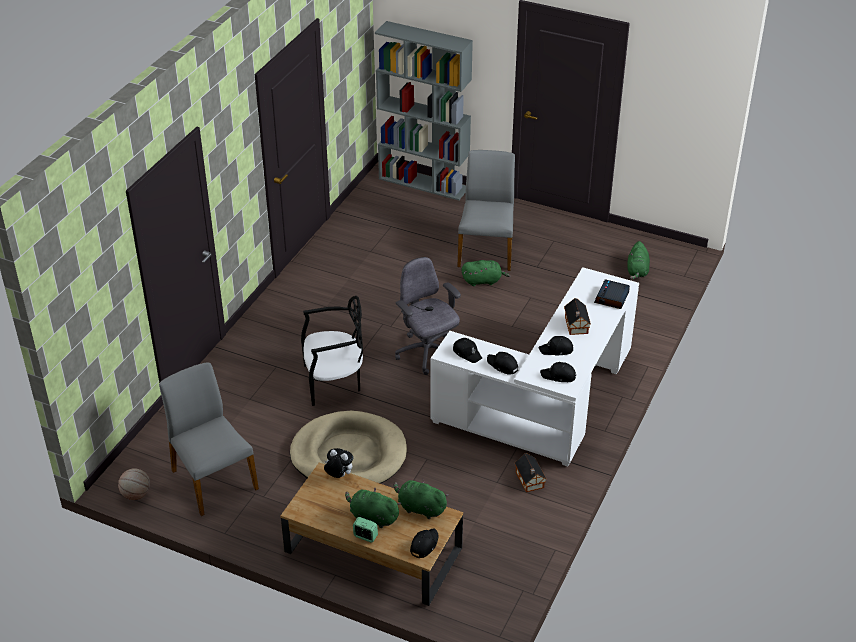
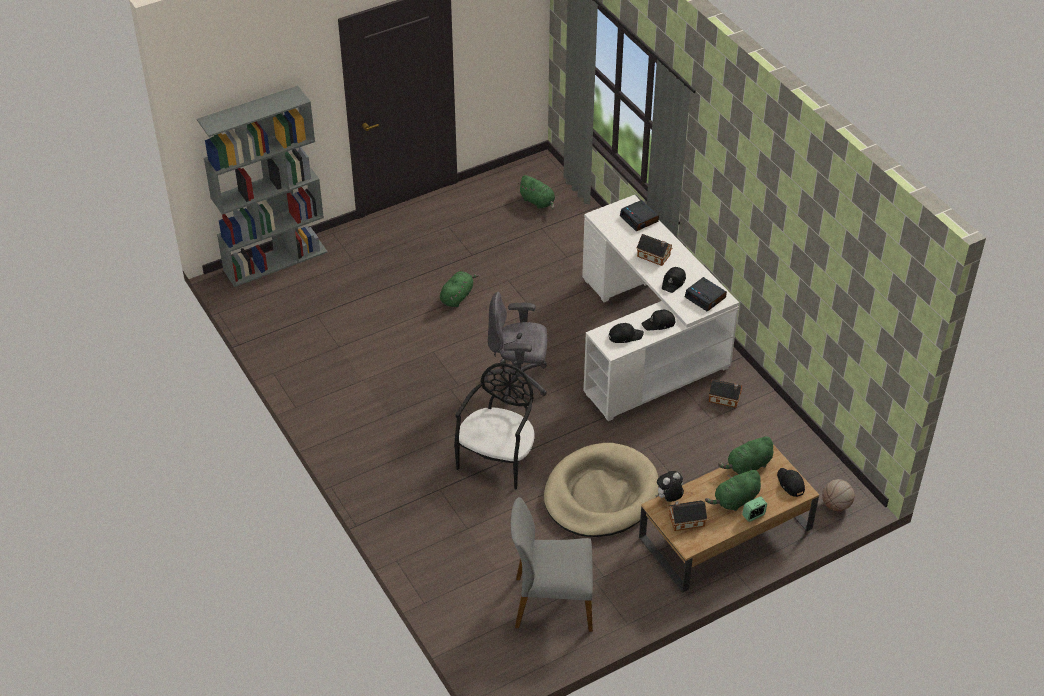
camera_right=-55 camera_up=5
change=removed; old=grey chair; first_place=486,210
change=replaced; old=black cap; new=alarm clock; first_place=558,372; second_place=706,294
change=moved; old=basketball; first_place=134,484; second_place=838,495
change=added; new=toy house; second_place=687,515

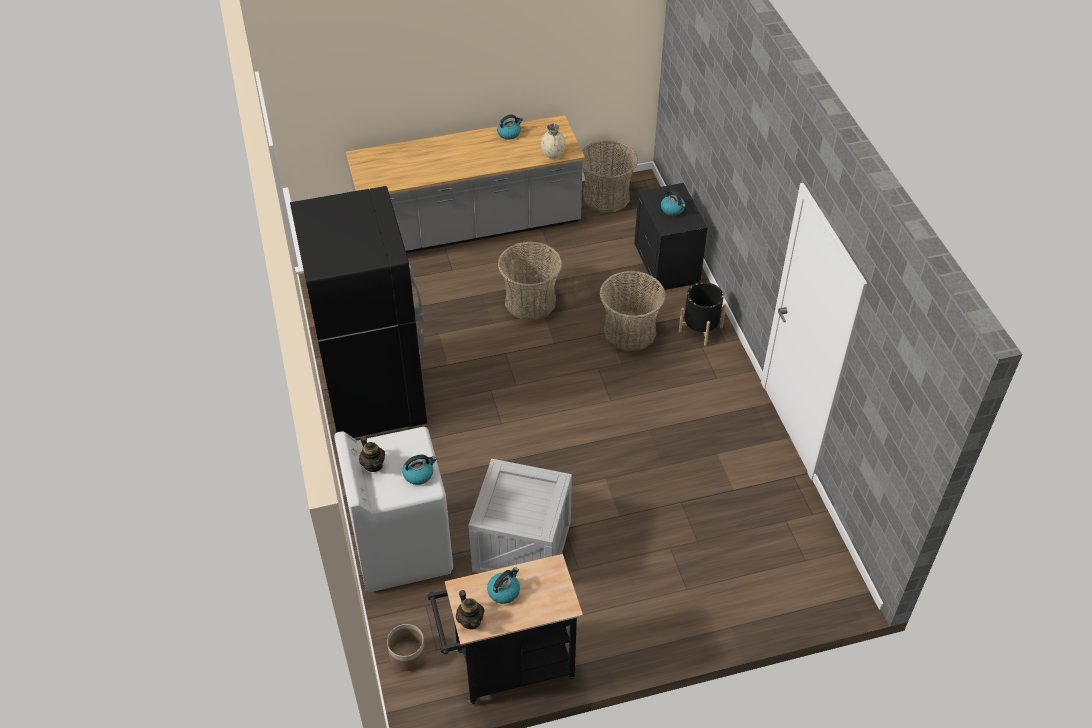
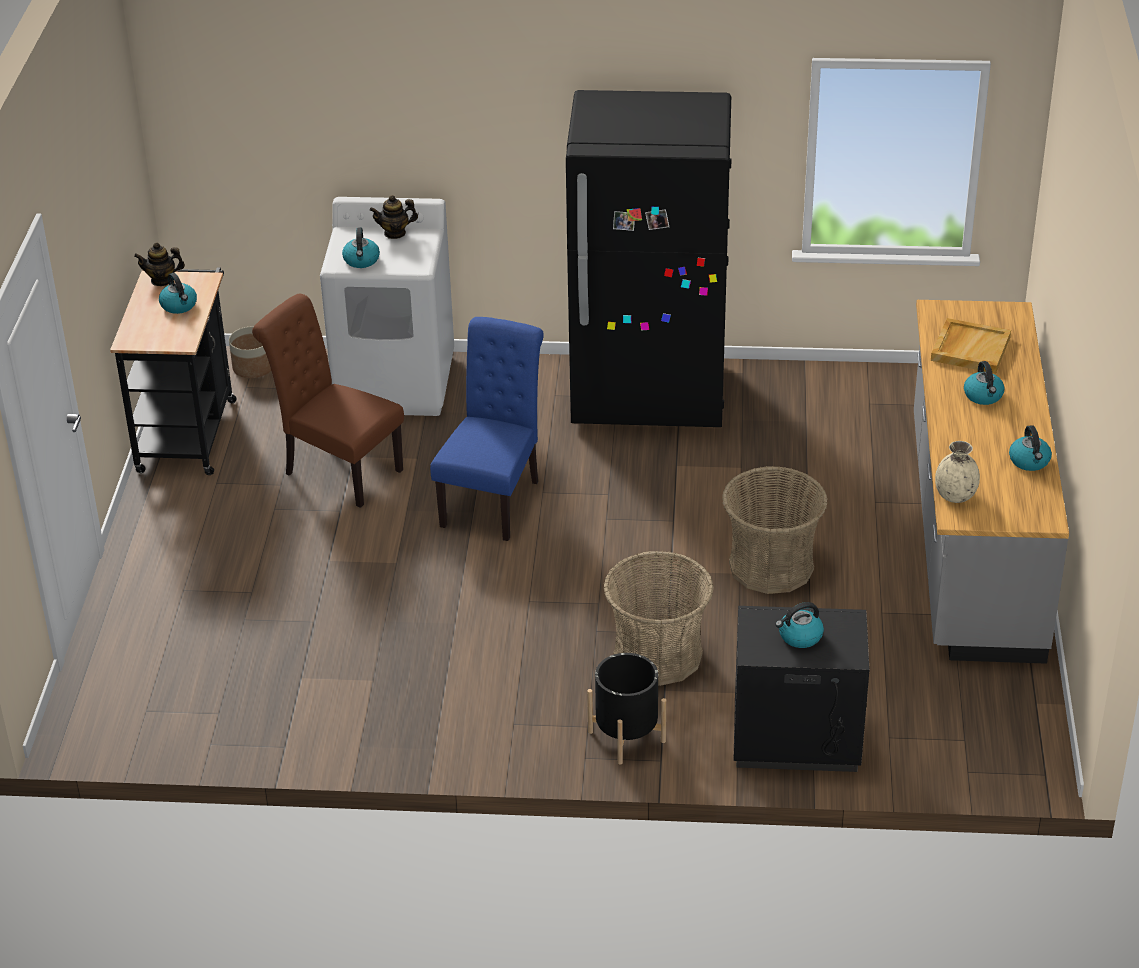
camera_right=110 camera_up=-10
change=removed; old=basket; first_place=610,176
change=replaced; old=crate; new=brown chair; first_place=520,516; second_place=328,401
change=added; new=blue chair; second_place=487,429
change=added; new=beige tray; second_place=971,345
change=added; new=kettle; second_place=984,383

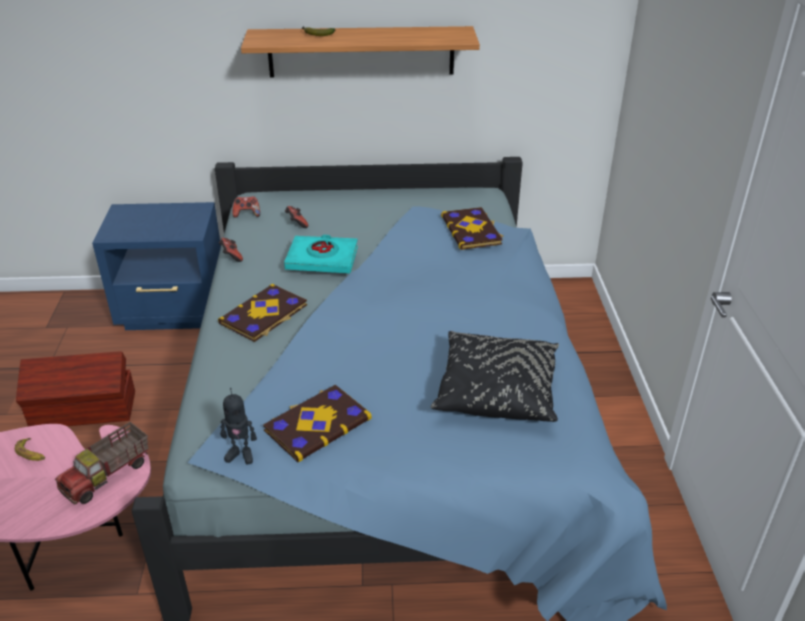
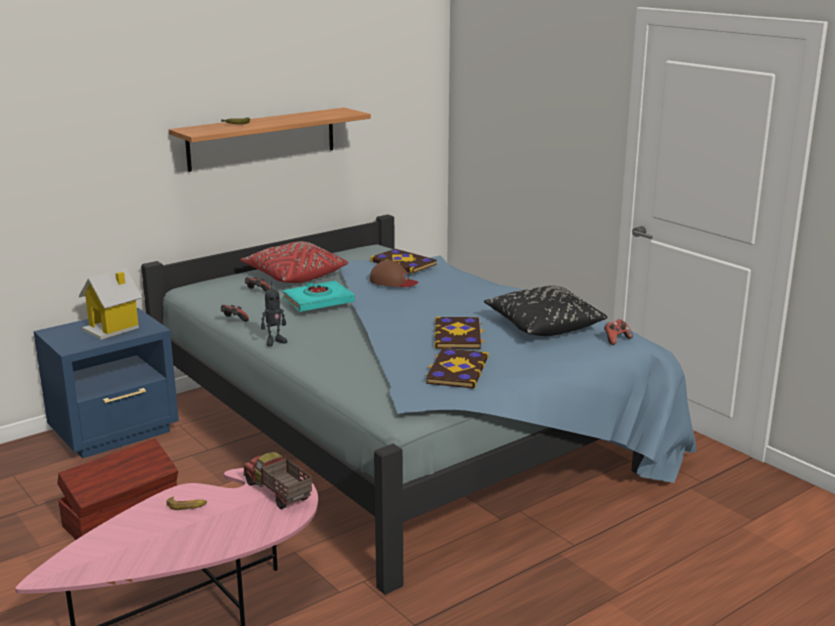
camera_right=-35 camera_up=-15
change=moved; old=game controller; first_place=246,207; second_place=618,332
change=moved; old=book; first_place=262,313; second_place=460,332
change=moved; old=toy robot; first_place=238,426; second_place=274,313
change=turned; old=toy truck; first_place=101,463; second_place=278,480; degrees=135
change=added; new=red pillow; second_place=294,262
change=added; new=brown cap; second_place=394,273
change=added; new=toy house; second_place=110,304

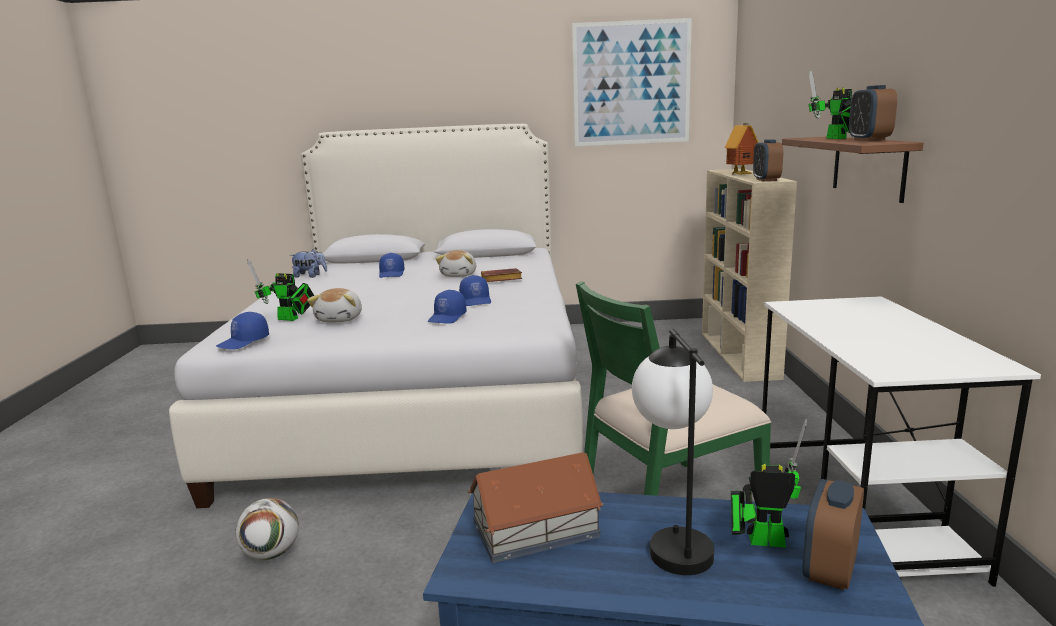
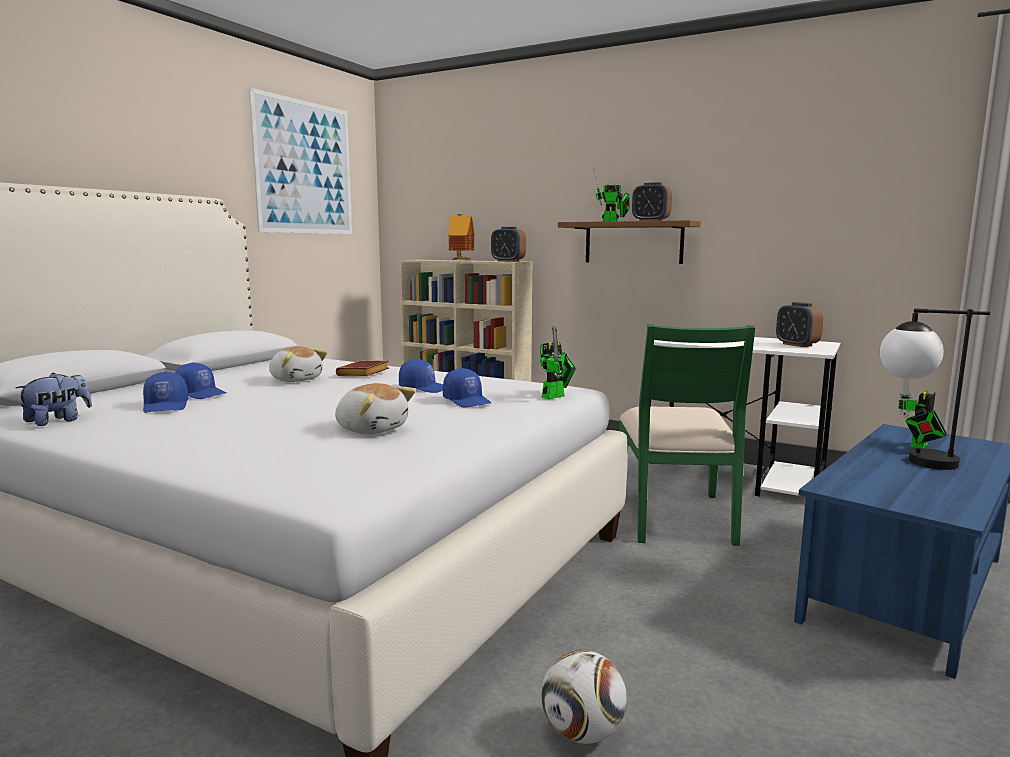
camera_right=-60 camera_up=-5
change=moved; old=toy robot; first_place=280,290; second_place=558,362
change=moved; old=blue cap; first_place=242,331; second_place=165,392
change=removed; old=toy house; first_place=535,507
change=moved; old=alarm clock; first_place=833,534; second_place=800,324

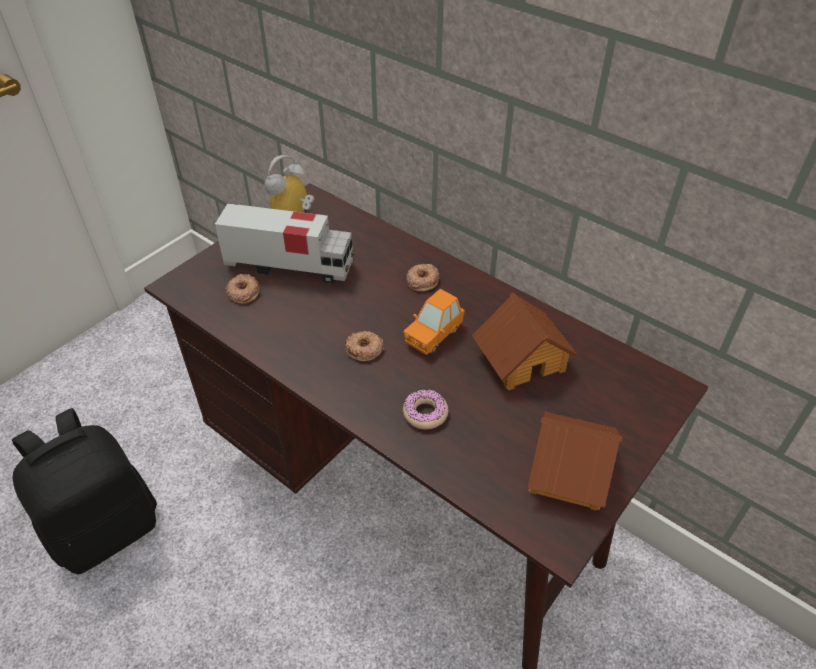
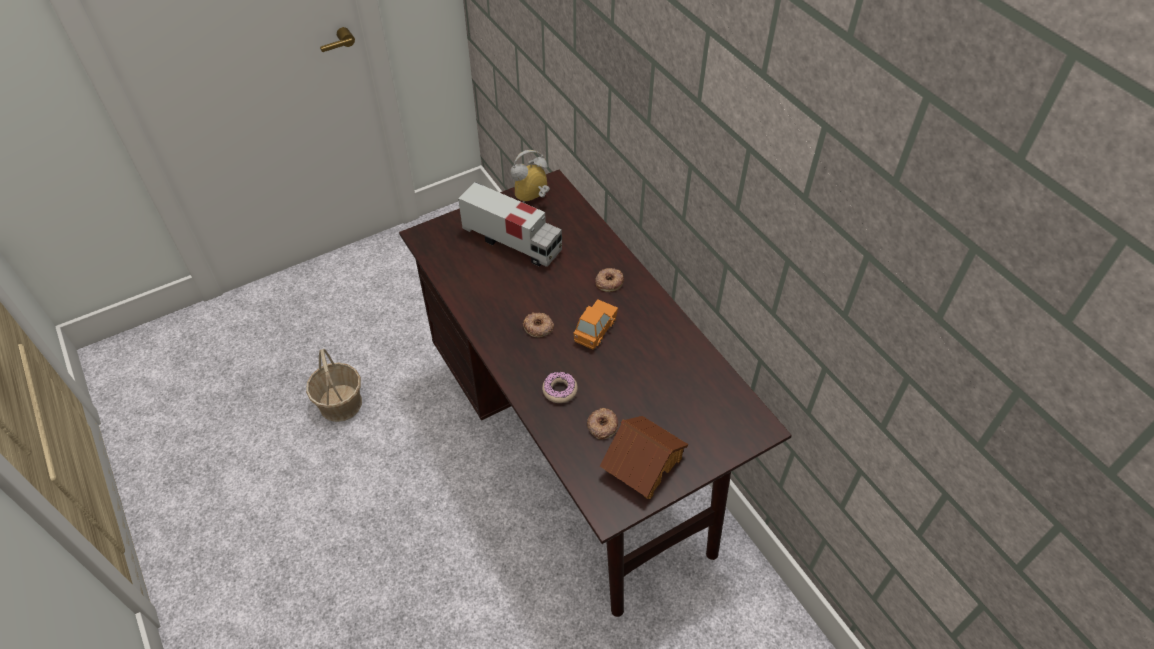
camera_right=20 camera_up=5
change=moved; old=donut; first_place=242,289; second_place=602,423
change=turned; old=orange toy car; first_place=434,322; second_place=595,324; degrees=150
change=removed; old=toy house; first_place=525,341
change=replaced; old=black backpack; new=basket; first_place=84,491; second_place=334,385

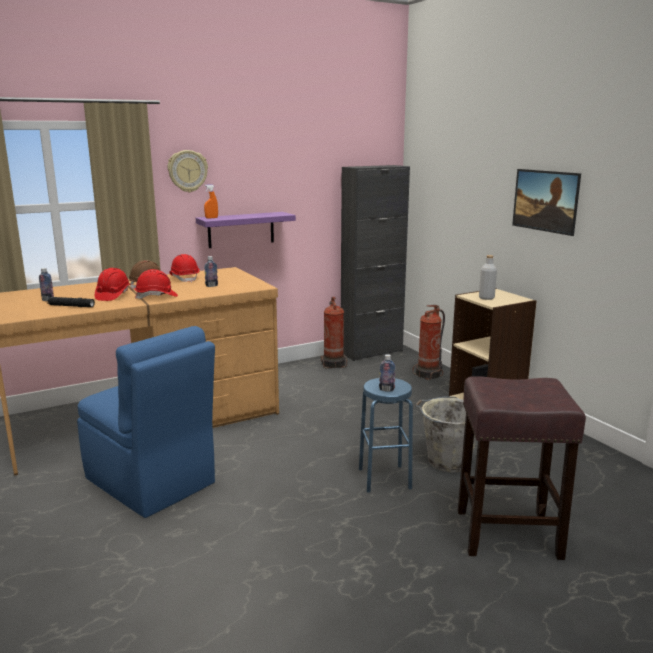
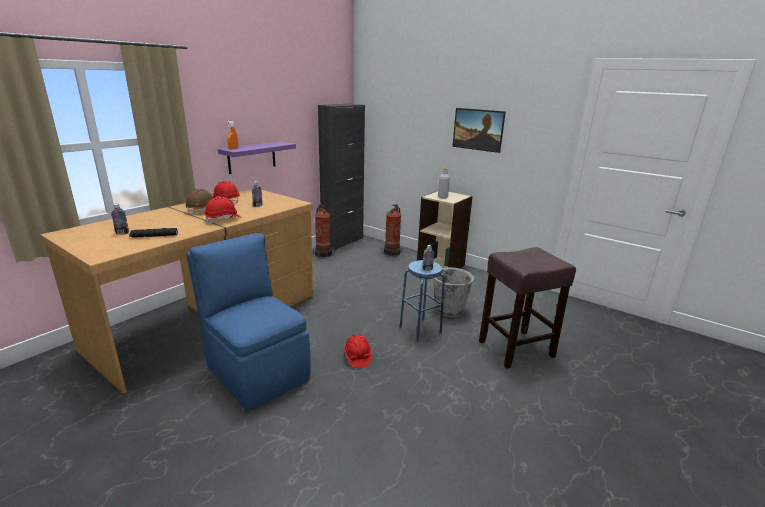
camera_right=-25 camera_up=5
change=removed; old=wall clock; first_place=188,171
change=moved; old=red hard hat; first_place=113,284; second_place=357,351
change=turned; old=blue chair; first_place=146,422; second_place=248,321; degrees=-150

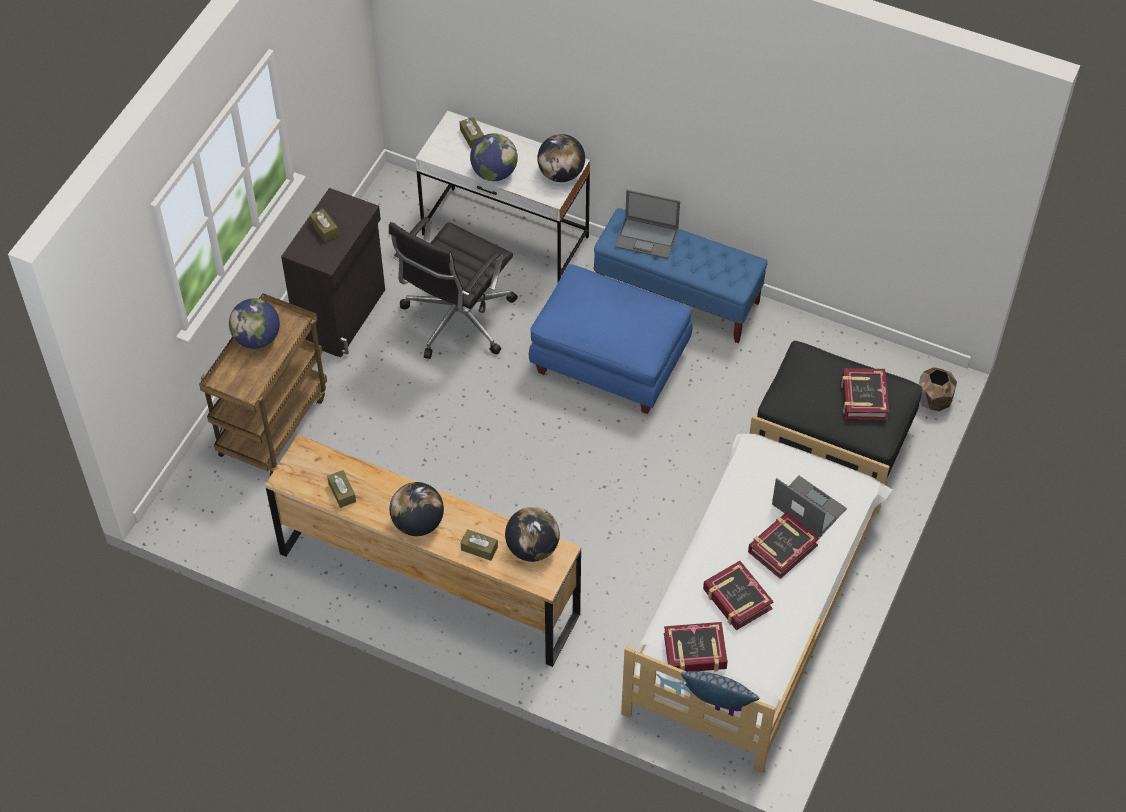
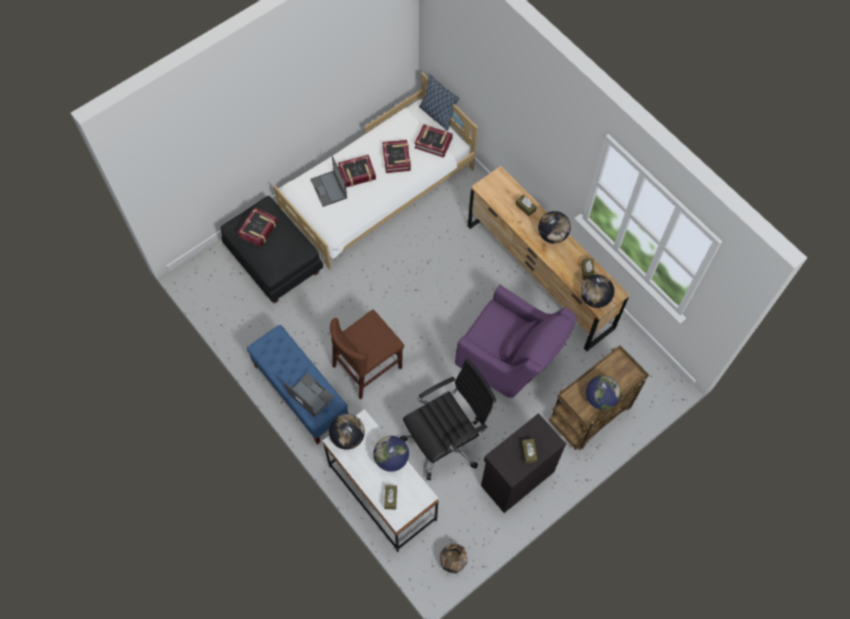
camera_right=-155 camera_up=10
change=replaced; old=blue ottoman; new=brown chair; first_place=611,339; second_place=367,355
change=moved; old=brown planter; first_place=938,389; second_place=454,558
change=moved; old=globe; first_place=532,534; second_place=597,291
change=added; new=purple armchair; second_place=516,341

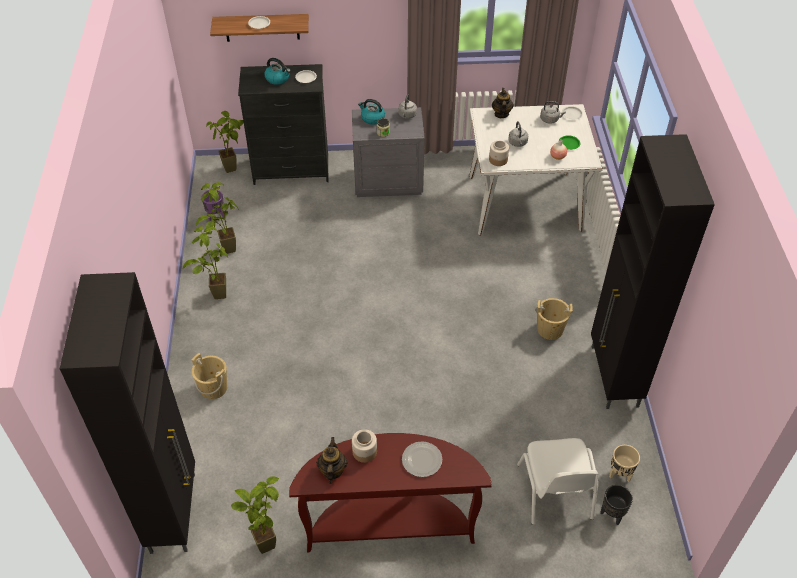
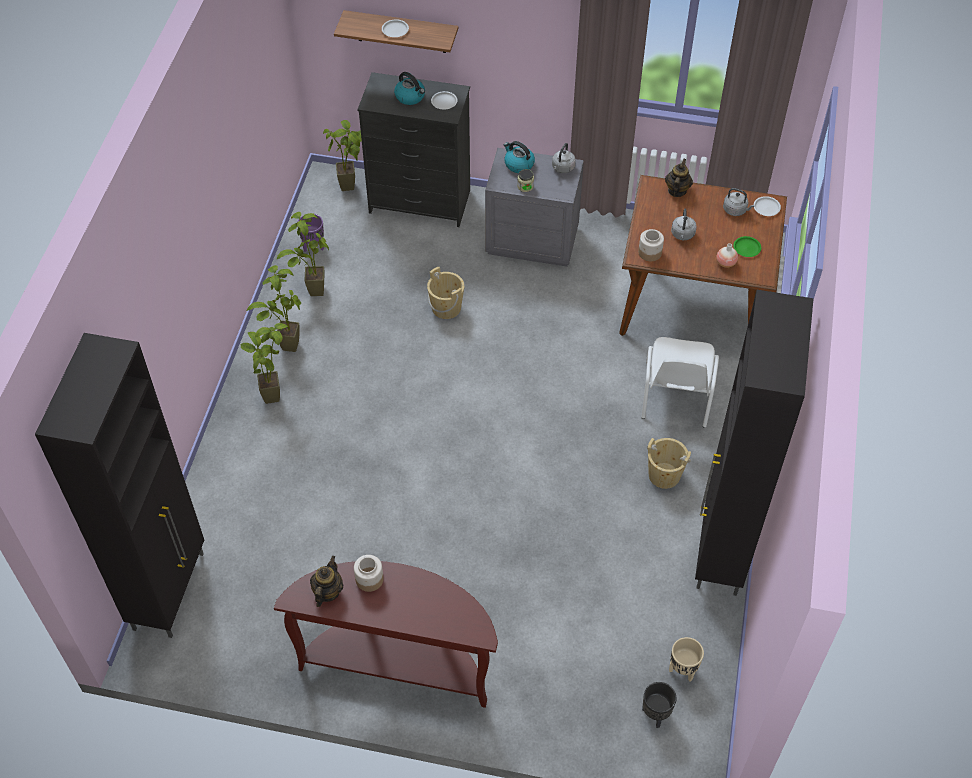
camera_right=15 camera_up=5
change=recoloured; old=white dining table; new=brown dining table; first_place=536,170; second_place=703,255
change=moved; old=beige bucket; first_place=209,376; second_place=445,293
change=moved; old=white chair; first_place=557,481; second_place=680,382
change=removed; old=plate; first_place=422,459
change=moved; old=potted plant; first_place=255,515; second_place=264,363

